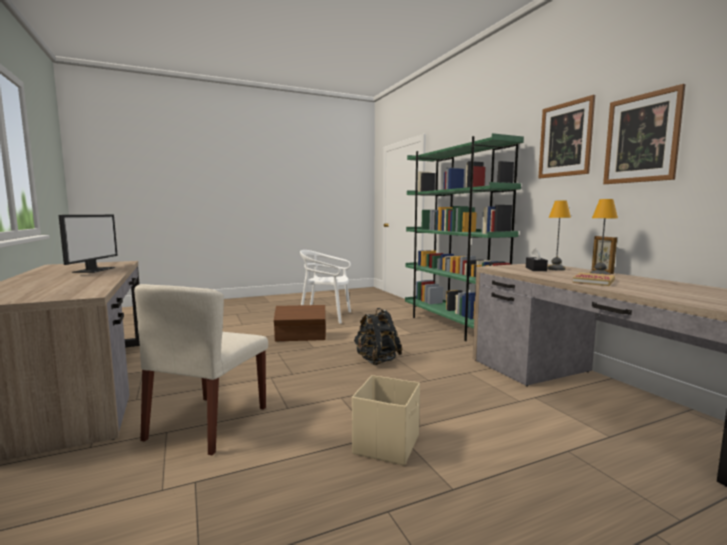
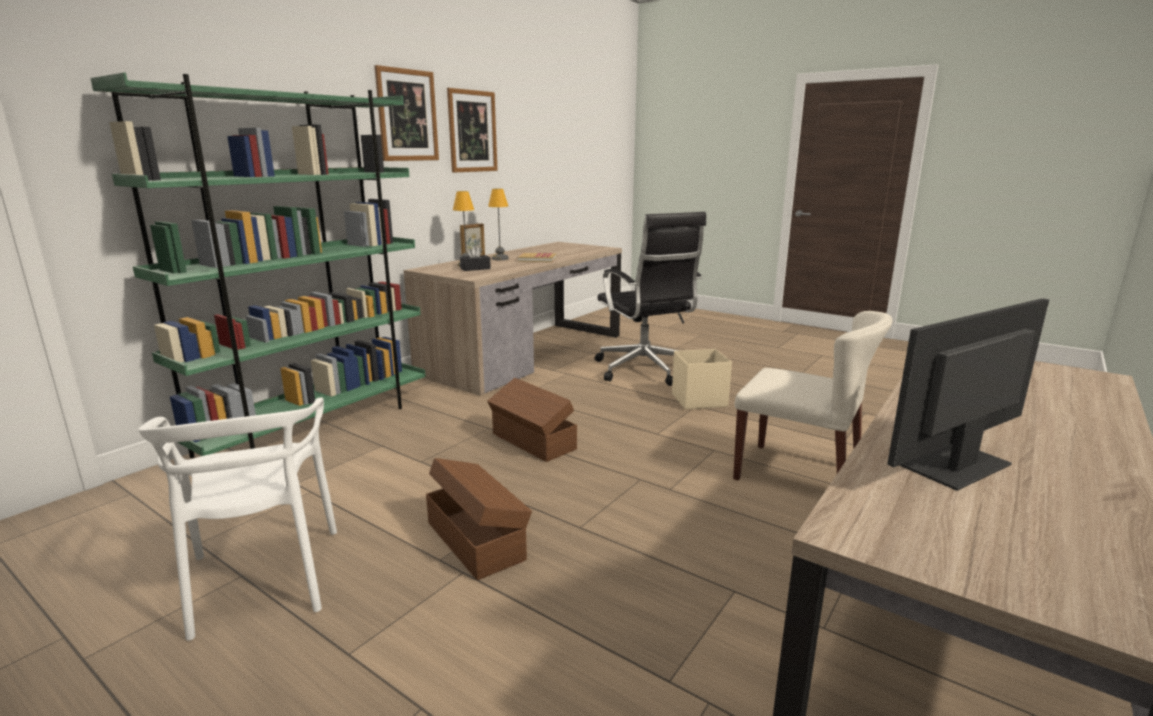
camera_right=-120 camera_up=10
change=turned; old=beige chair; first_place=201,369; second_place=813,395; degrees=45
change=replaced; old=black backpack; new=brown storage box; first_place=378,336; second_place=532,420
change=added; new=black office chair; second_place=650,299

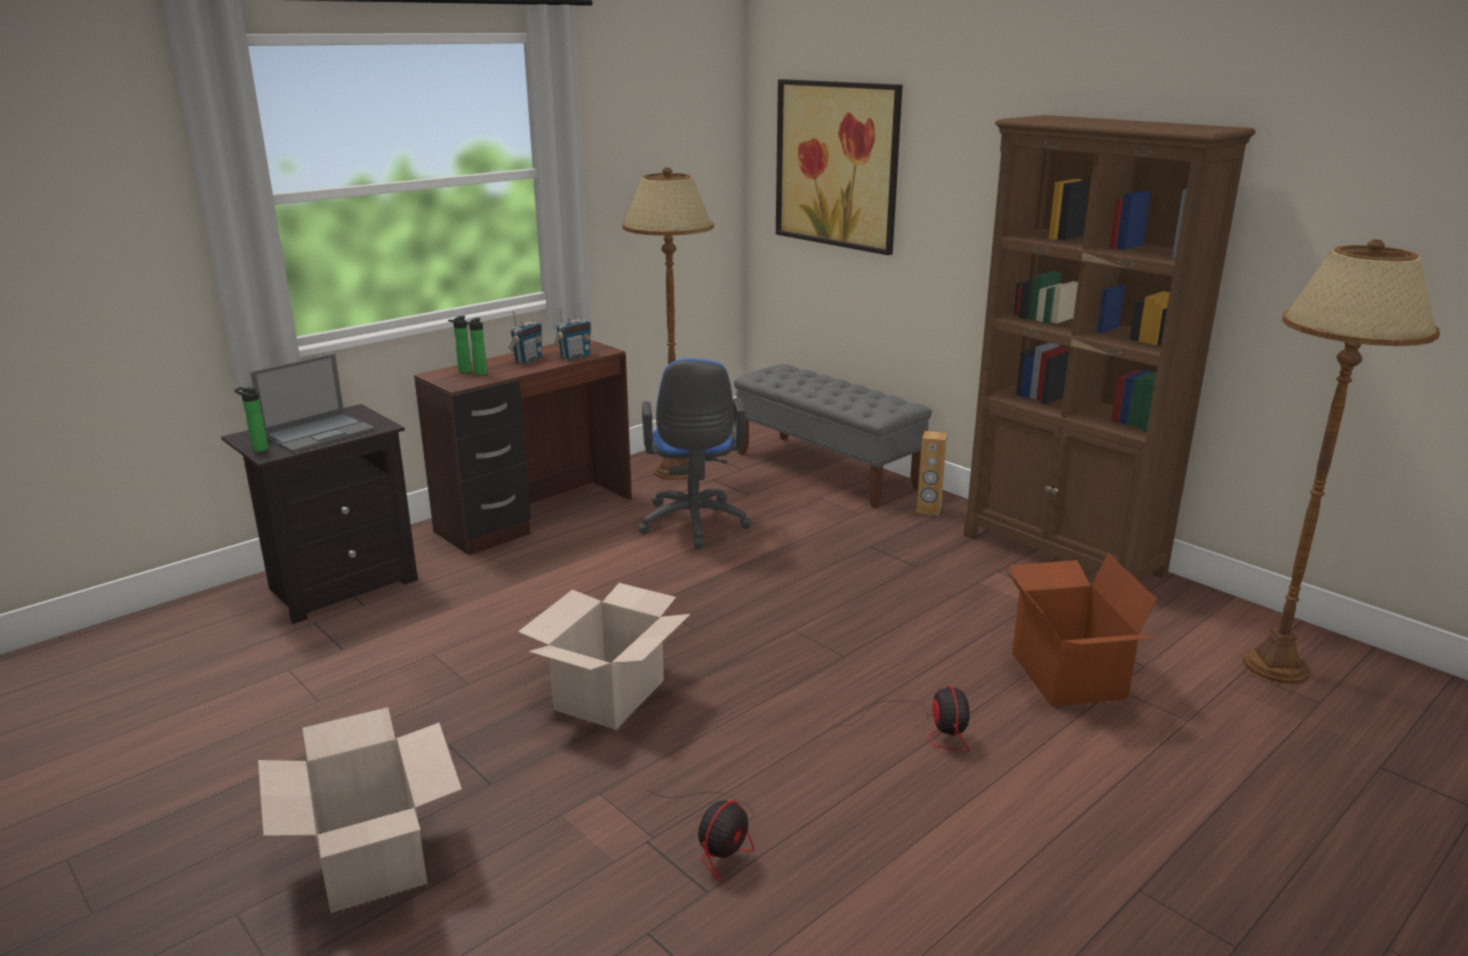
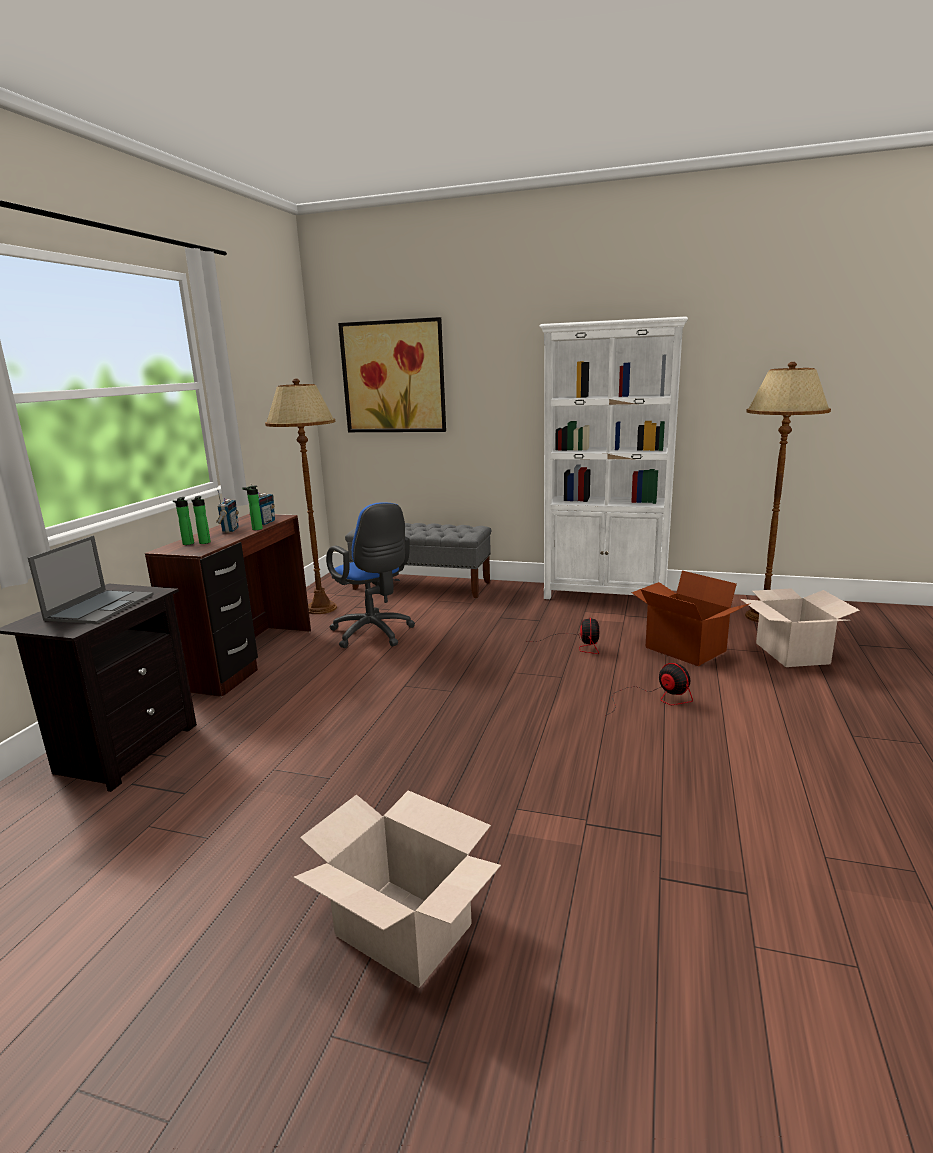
camera_right=-30 camera_up=-5
change=recoloured; old=brown bookcase; new=white bookcase; first_place=1110,348; second_place=614,457
change=moved; old=bottle; first_place=251,419; second_place=252,508
change=removed; old=brown speaker; first_place=931,473
change=moved; old=cardboard box; first_place=604,656; second_place=800,627
change=moved; old=fan; first_place=701,836; second_place=567,635

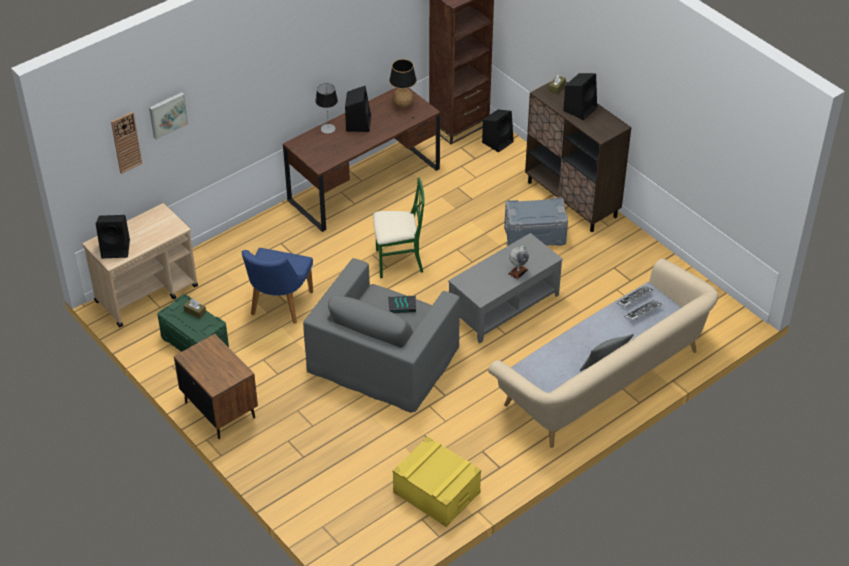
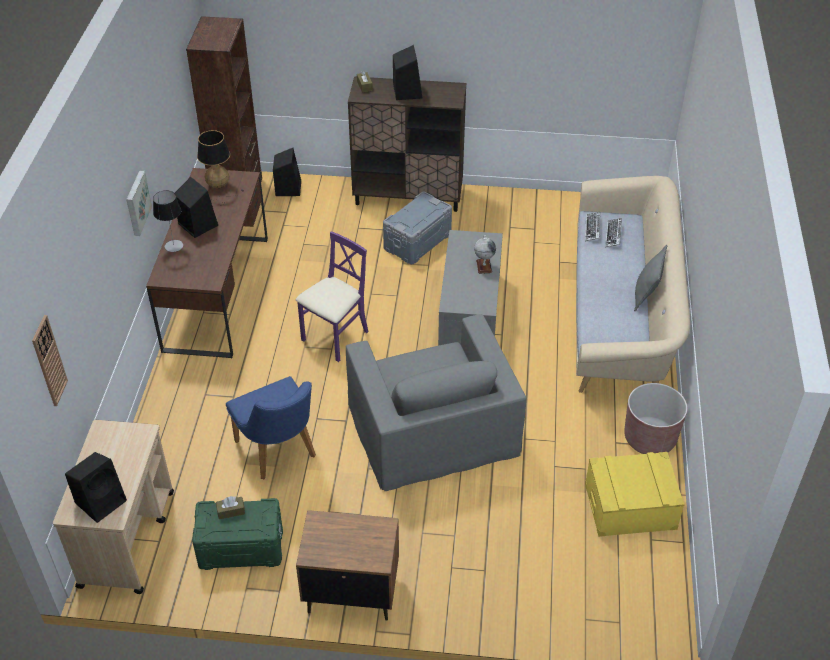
camera_right=-45 camera_up=0
change=moved; old=picture; first_place=169,116; second_place=139,203
change=recoloured; old=green chair; new=purple chair; first_place=398,227; second_place=332,296
change=removed; old=book; first_place=402,304
change=added; new=brown planter; second_place=655,418

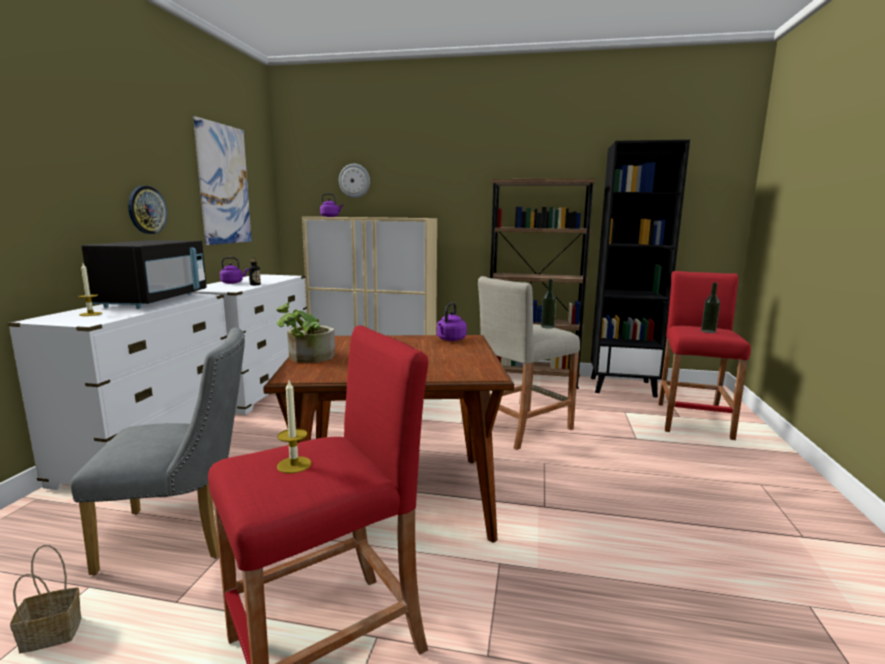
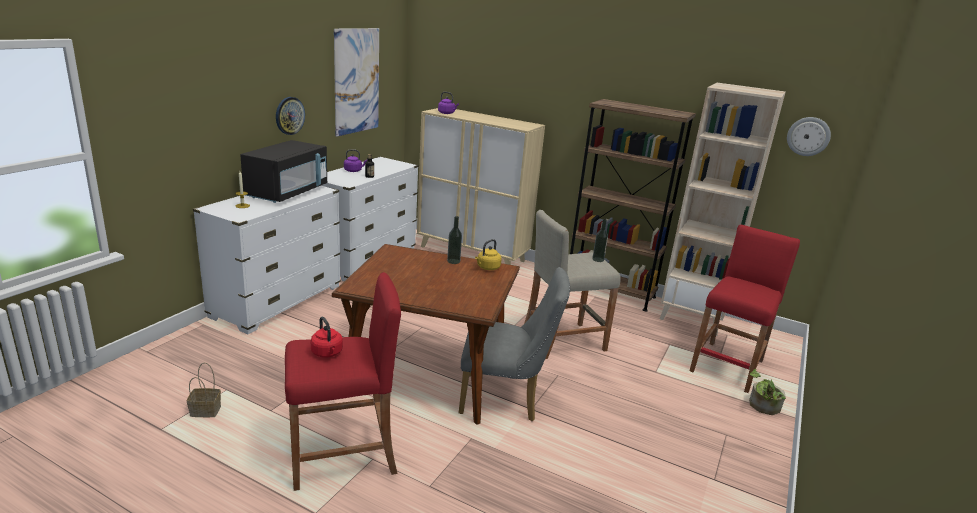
camera_right=15 camera_up=10
change=recoloured; old=black bookcase; new=beige bookcase; first_place=640,269; second_place=723,209
change=moved; old=wall clock; first_place=354,181; second_place=809,136
change=moved; old=bottle; first_place=710,307; second_place=454,240
change=recoloured; old=purple kettle; new=yellow kettle; first_place=452,321; second_place=488,254
change=moved; old=potted plant; first_place=305,333; second_place=767,392
change=moved; old=grey chair; first_place=157,451; second_place=514,344
change=replaced; old=candle; new=red kettle; first_place=294,427; second_place=327,337

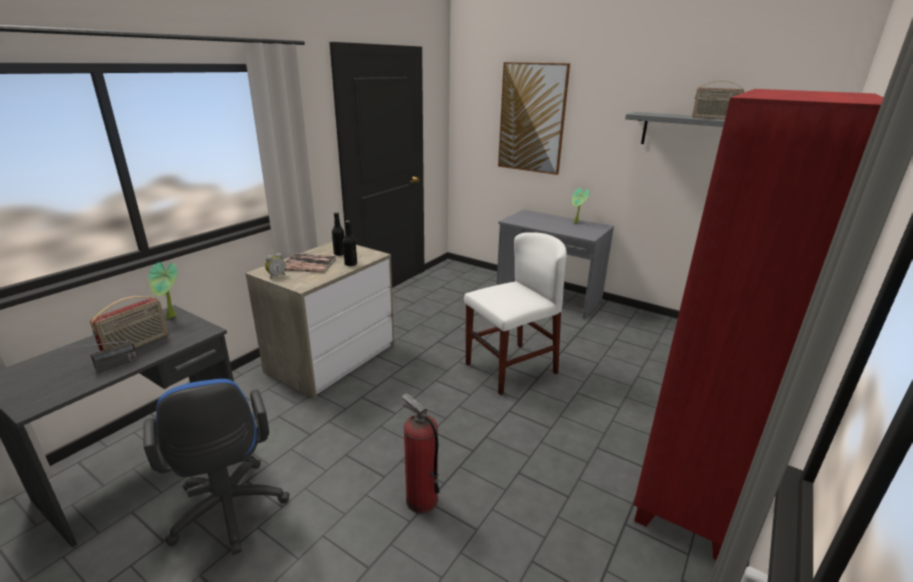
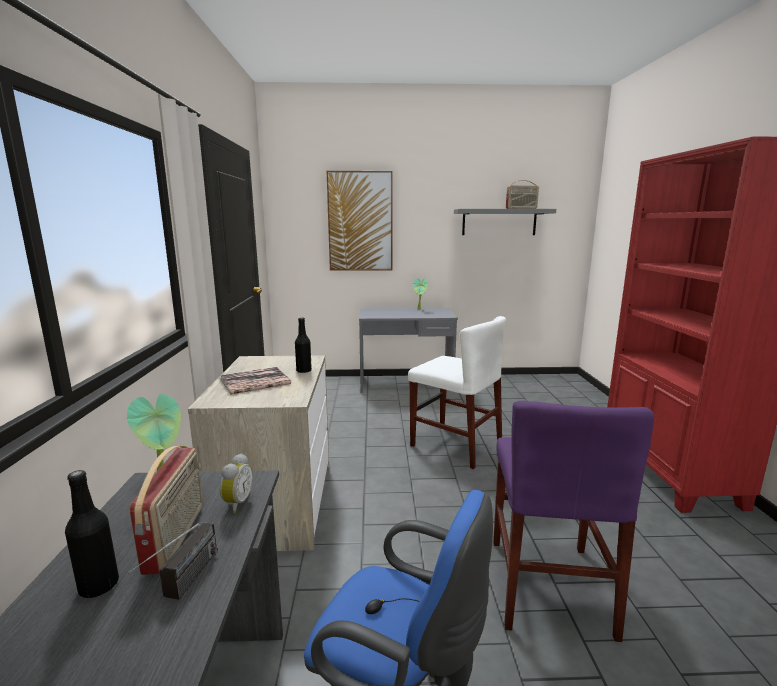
camera_right=-35 camera_up=-10
change=moved; old=black bottle; first_place=338,234; second_place=92,534
change=turned; old=white chair; first_place=515,313; second_place=457,392; degrees=105
change=moved; old=alarm clock; first_place=275,266; second_place=236,483
change=replaced; old=fire extinguisher; new=purple chair; first_place=421,453; second_place=573,521

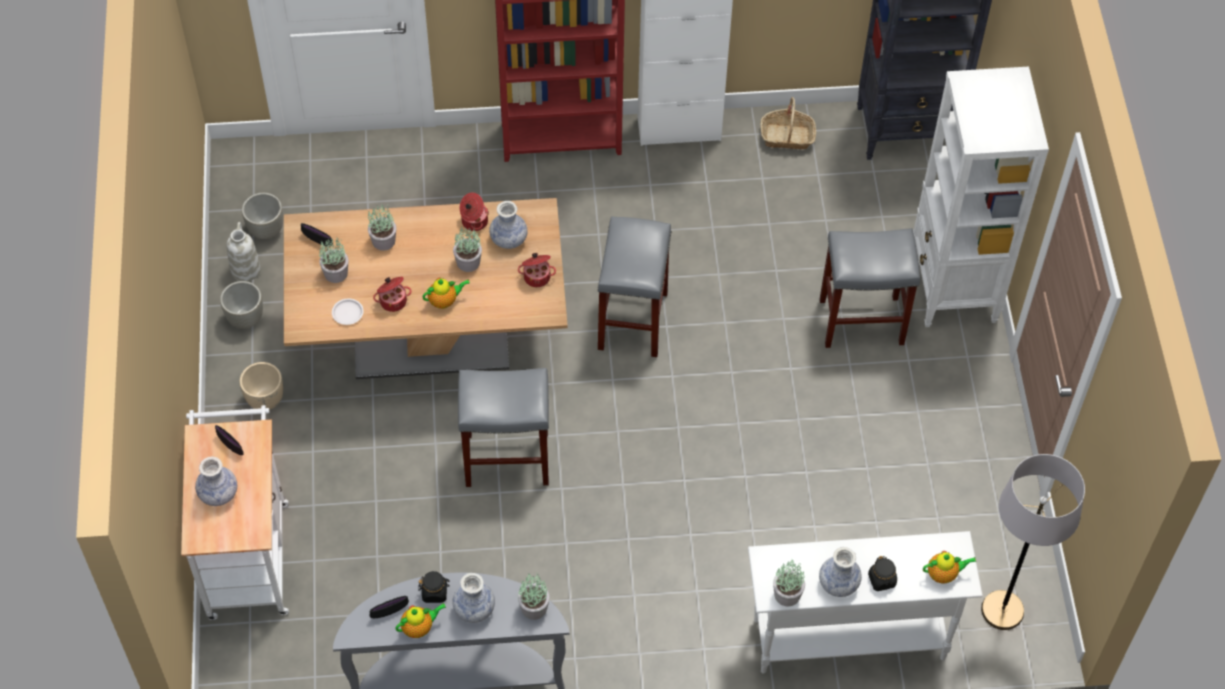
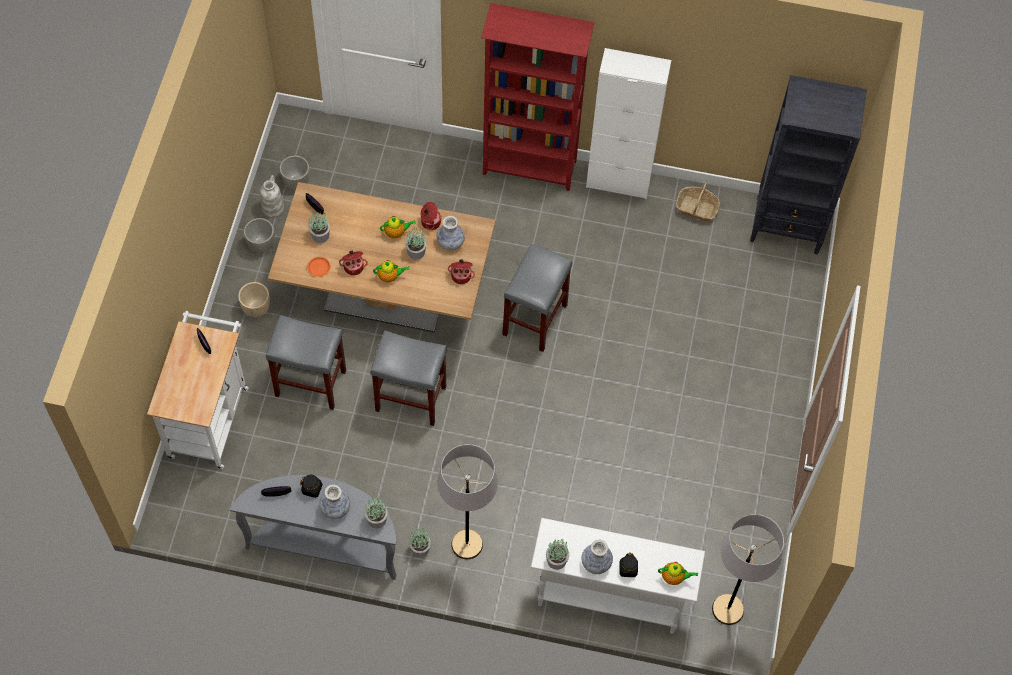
camera_right=15 camera_up=5
change=removed; old=white bookcase; first_place=981,197
change=moved; old=potted plant; first_place=382,228; second_place=420,542
change=moved; old=grey stool; first_place=870,288; second_place=306,362
change=recoloured; old=white plate; new=orange plate; first_place=348,311; second_place=319,267
change=removed; old=vase; first_place=216,481
change=moved; old=teapot; first_place=420,620; second_place=397,227
change=added; new=grey floor lamp; second_place=468,501

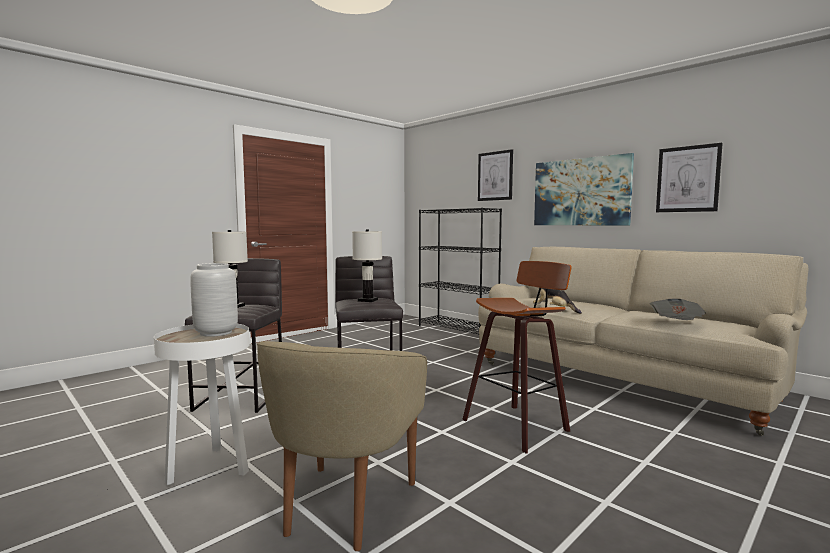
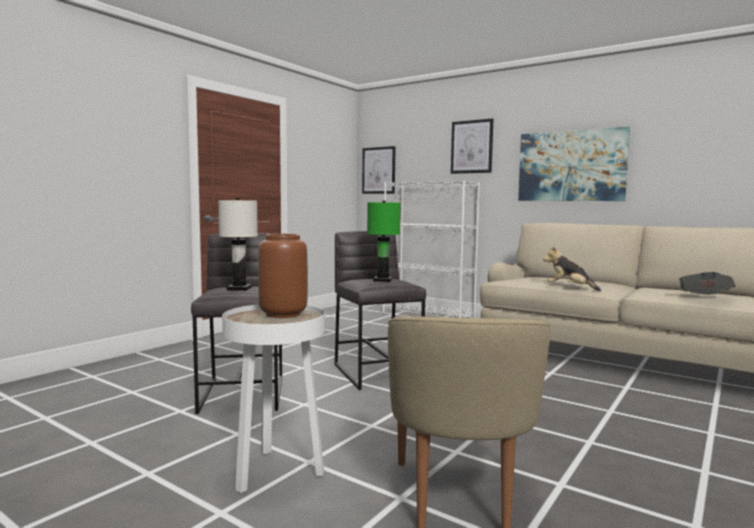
camera_right=-10 camera_up=0
change=moved; old=picture; first_place=689,177; second_place=378,170
change=recoloured; old=black bookcase; new=white bookcase; first_place=460,271; second_place=431,249
change=recoloured; old=white table lamp; new=green table lamp; first_place=367,266; second_place=384,241
change=removed; old=stool; first_place=517,357
change=recoloured; old=grey vase; new=brown vase; first_place=214,300; second_place=283,276

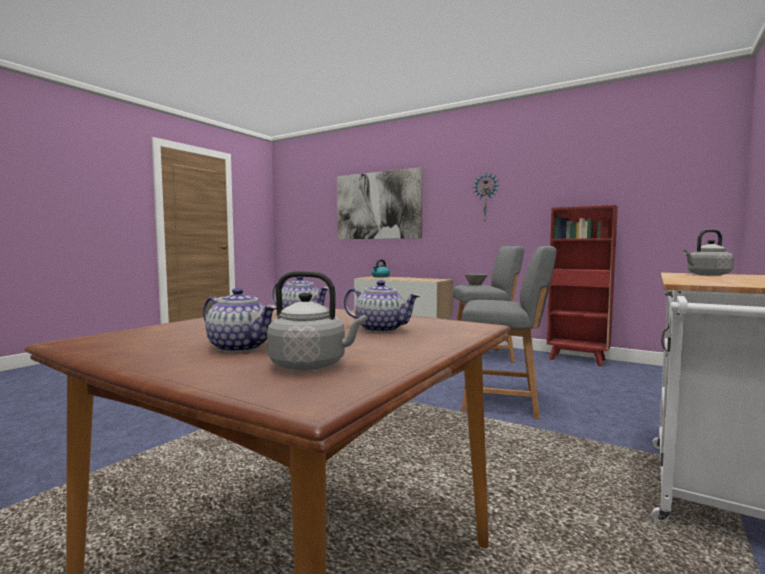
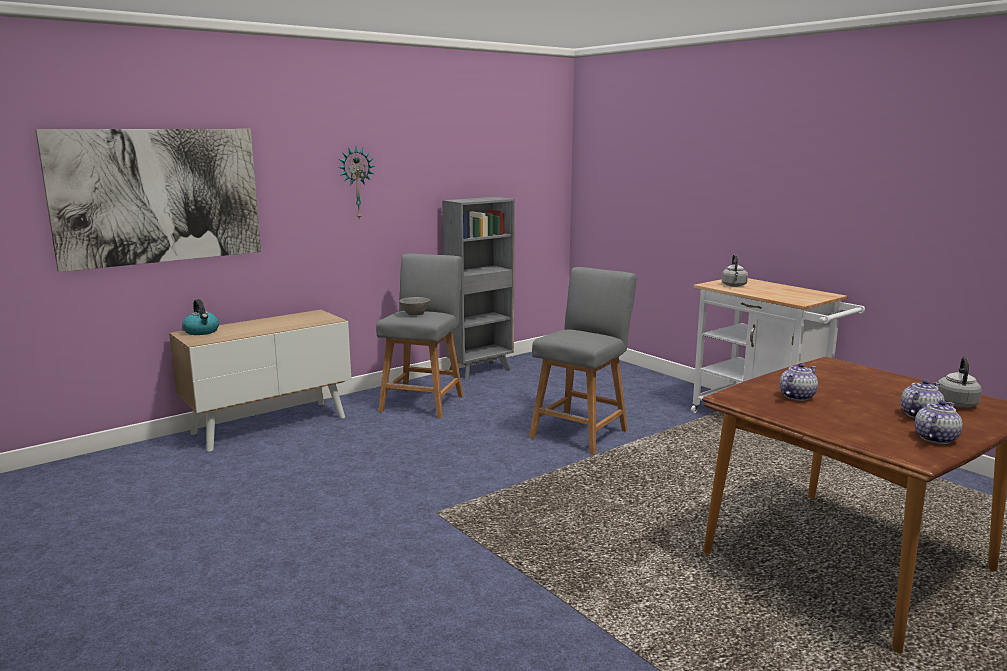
camera_right=-70 camera_up=10
change=recoloured; old=red bookcase; new=grey bookcase; first_place=582,285; second_place=478,288
change=moved; old=teapot; first_place=382,306; second_place=939,422

